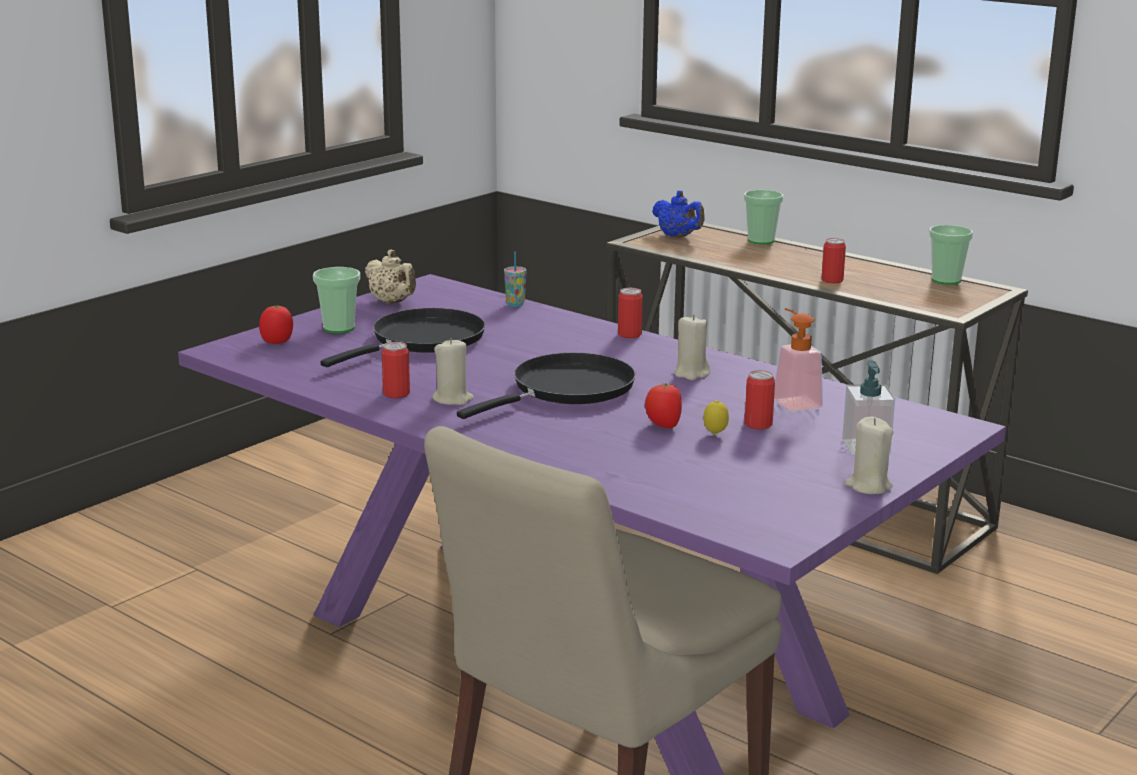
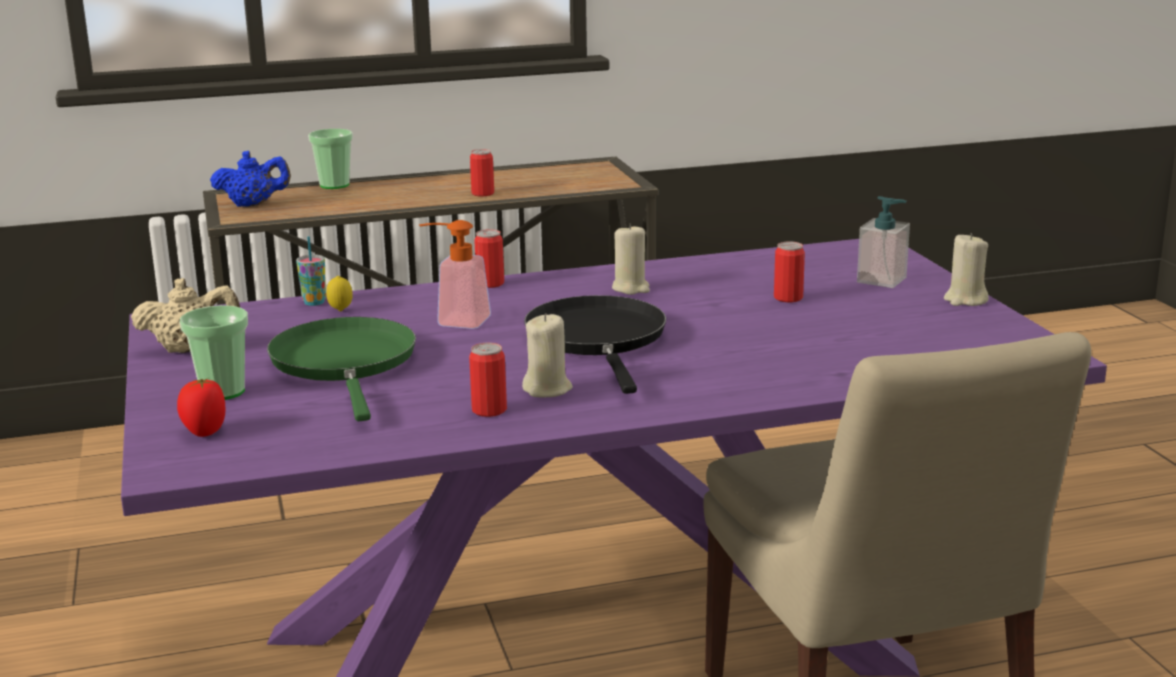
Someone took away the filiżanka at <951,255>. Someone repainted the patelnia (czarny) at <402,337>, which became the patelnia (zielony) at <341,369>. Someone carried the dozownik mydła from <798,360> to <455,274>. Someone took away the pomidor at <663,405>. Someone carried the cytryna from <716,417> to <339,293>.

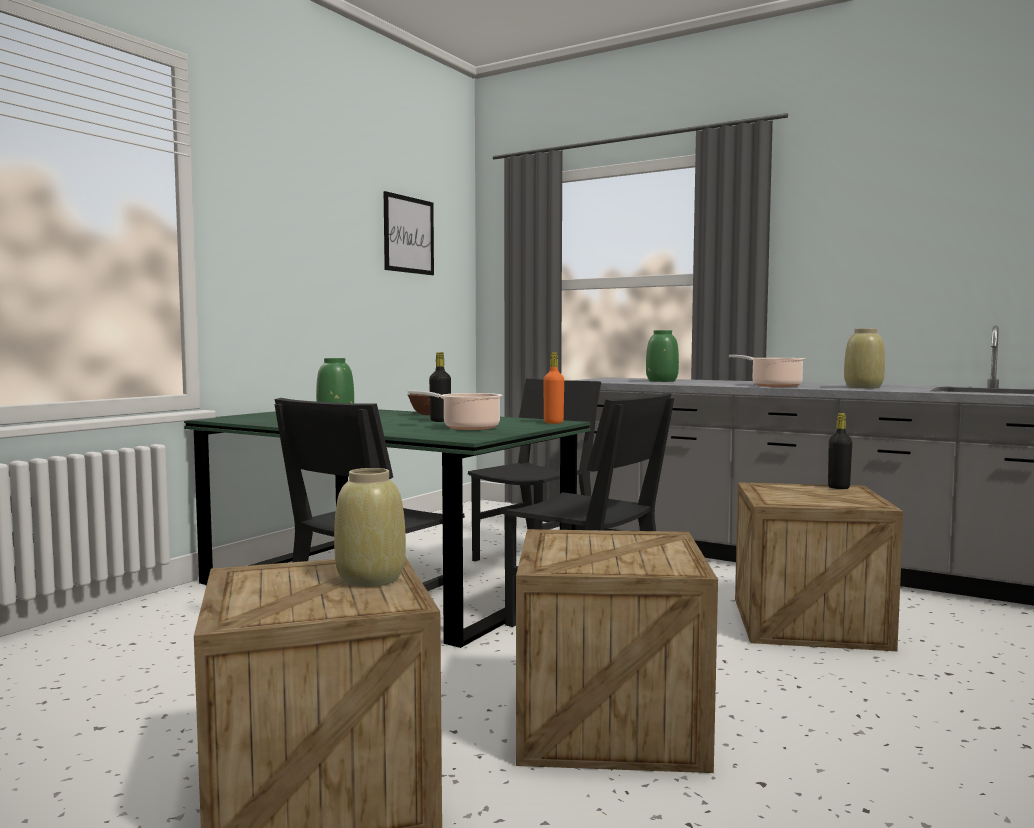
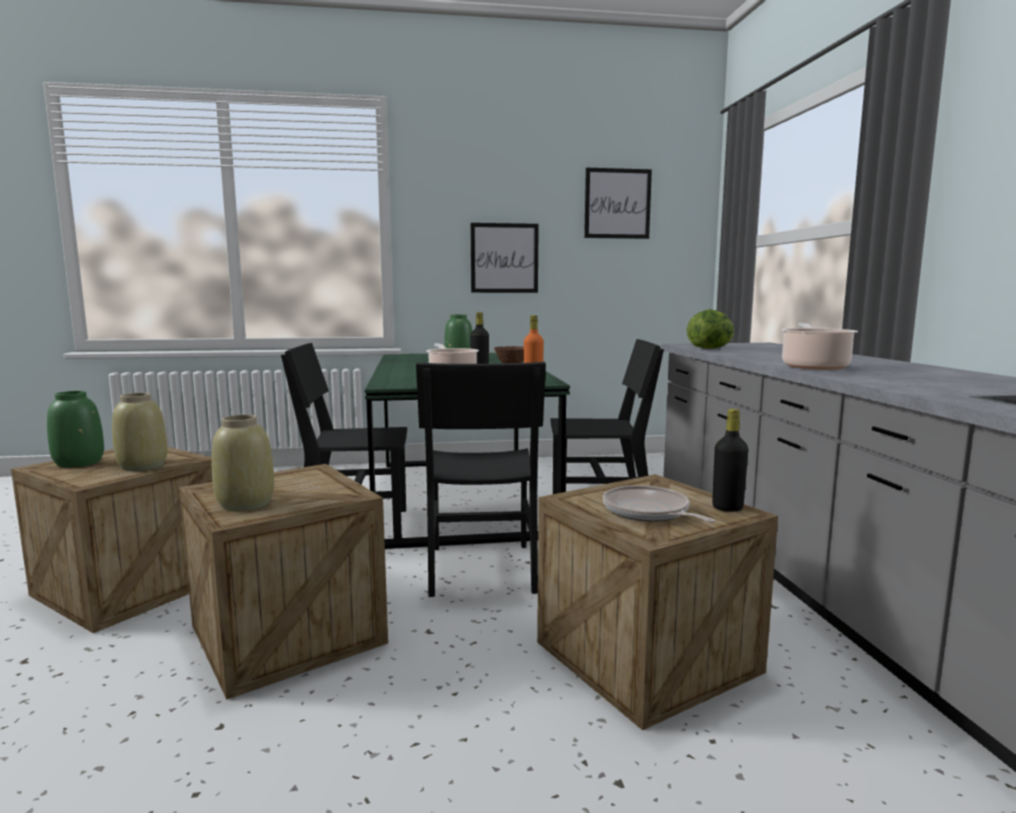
Someone carried the wazon (beżowy) from <864,358> to <243,463>. Someone carried the wazon (zielony) from <662,356> to <75,429>. Someone put up the obraz at <505,258>. Someone put down the sałata at <710,329>. Someone put down the patelnia at <659,504>.

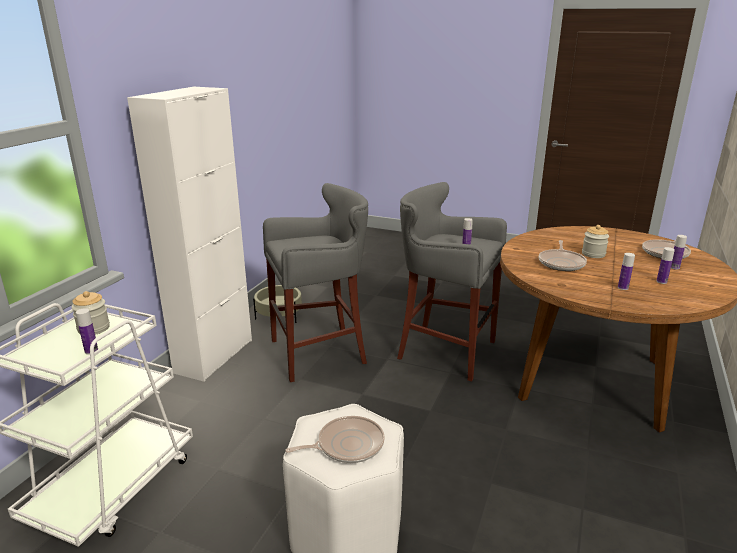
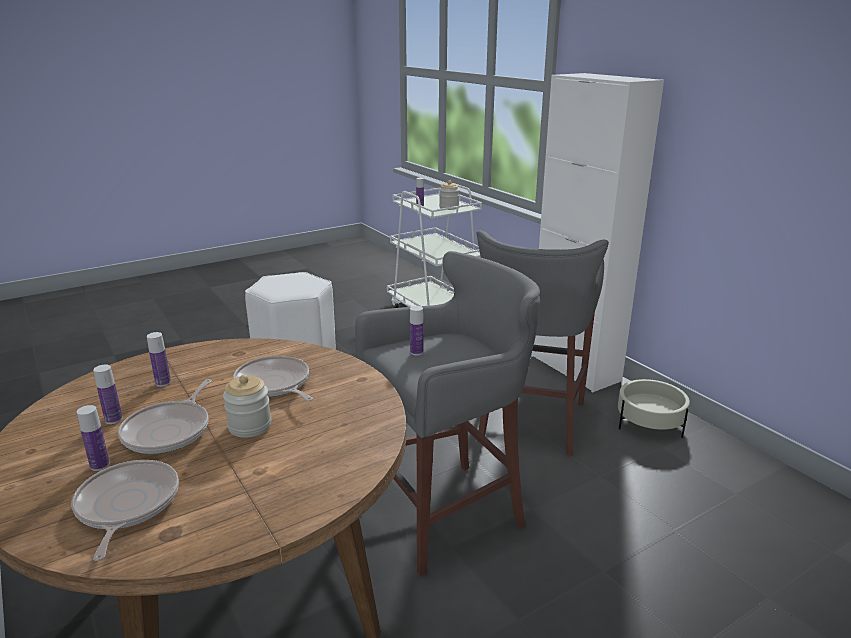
Someone carried the patelnia from <335,439> to <165,416>.

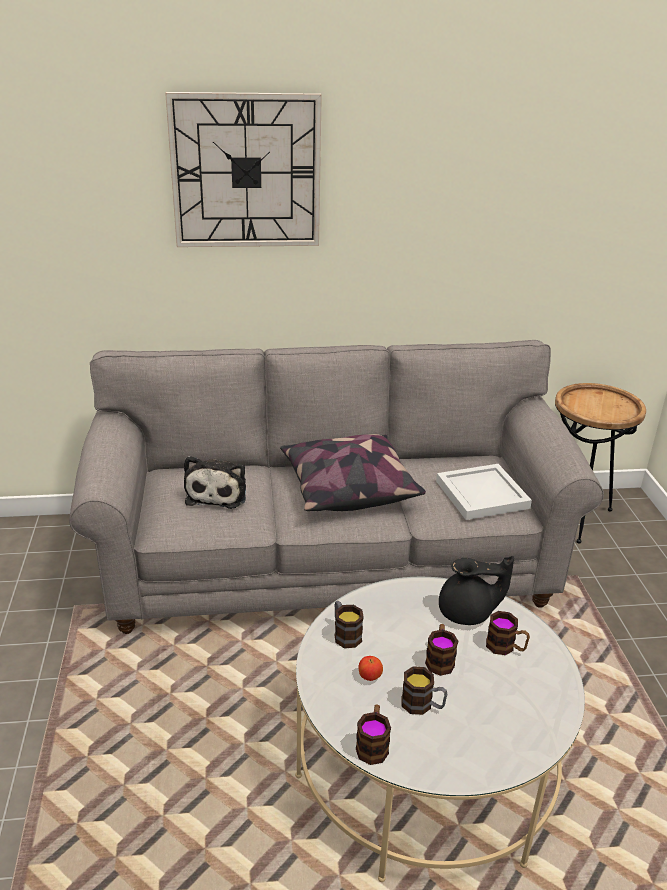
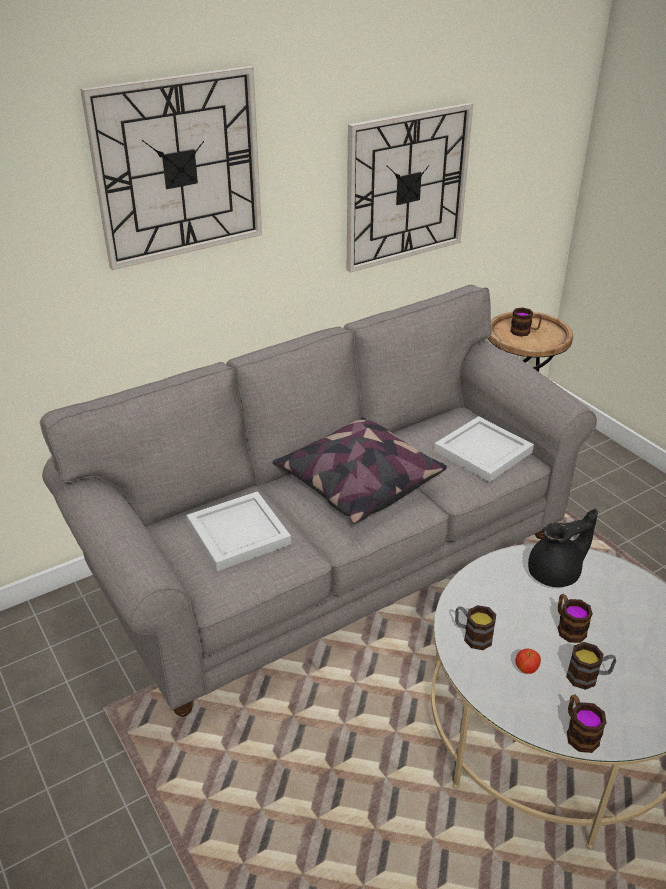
Someone swapped the pluszak at <215,482> for the taca (biały) at <239,531>. Someone carried the kubek from <508,633> to <526,322>. Someone put up the zegar ścienny at <410,188>.

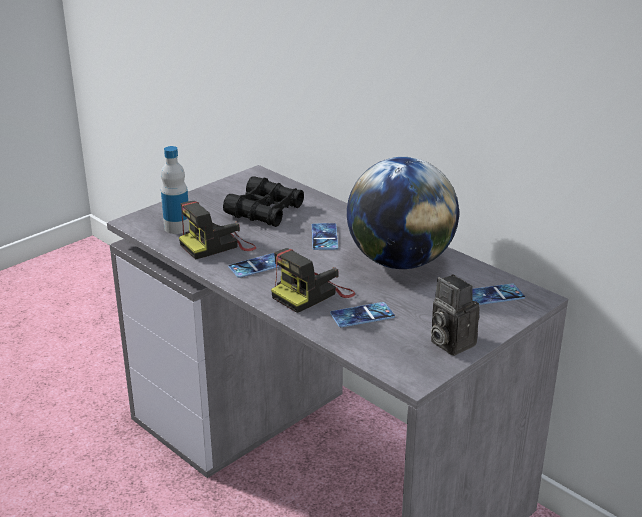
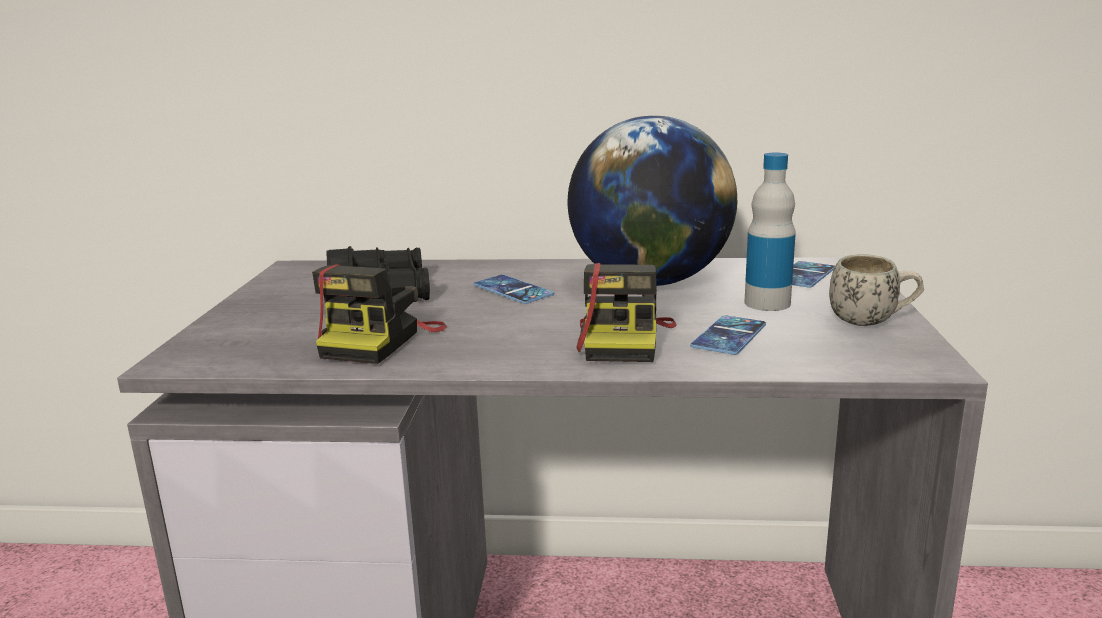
Someone carried the butelka from <175,190> to <770,232>. Someone took away the telefon at <254,265>. Someone swapped the aparat fotograficzny at <455,315> for the kubek (biały) at <876,290>.

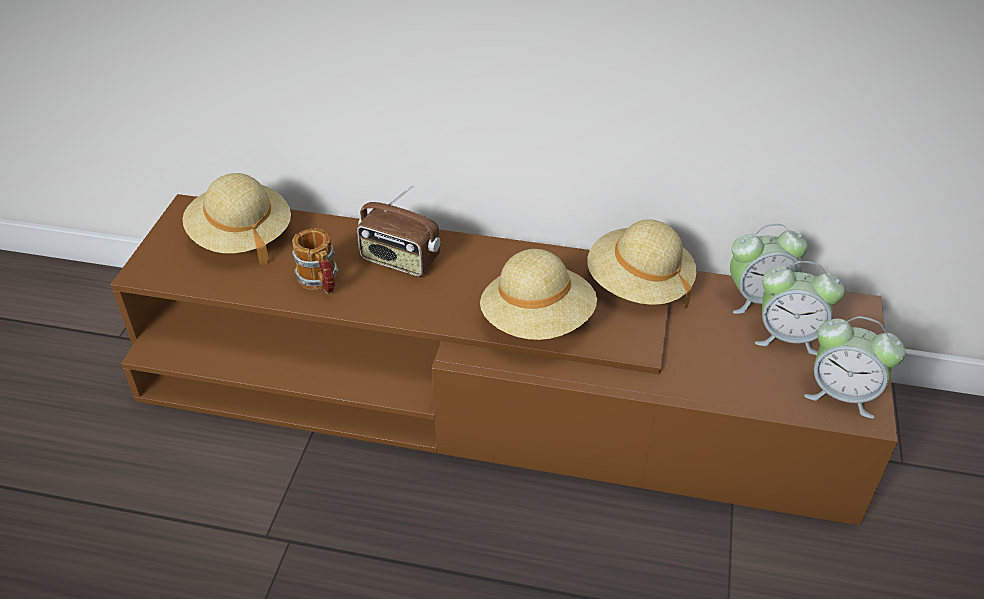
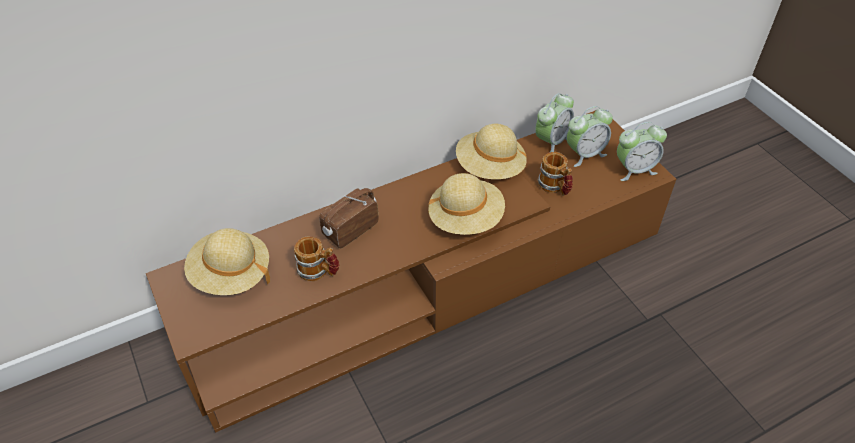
Someone rotated the radio at <398,231> by 150 degrees clockwise. Someone put down the kubek at <555,174>.

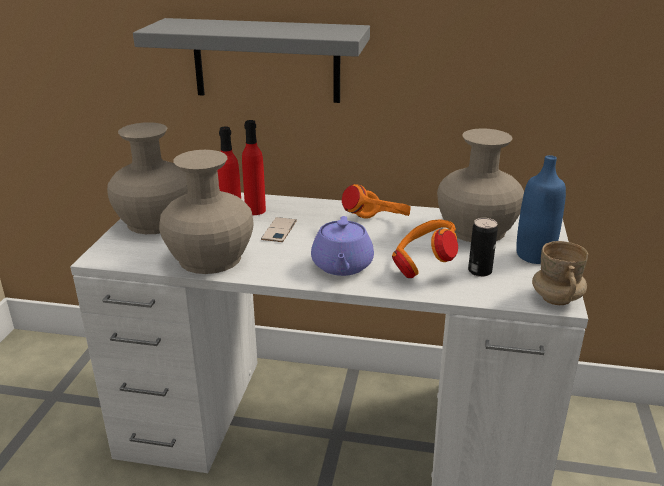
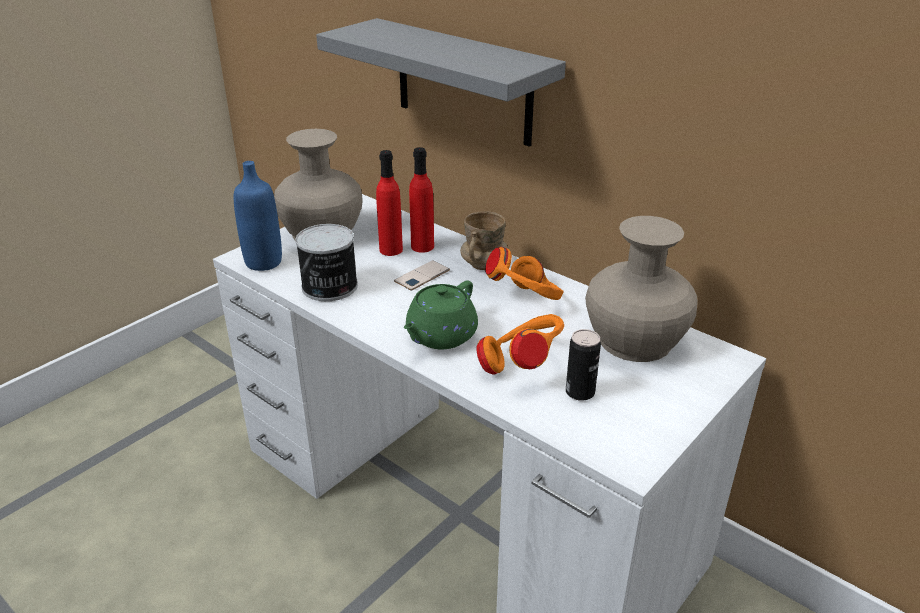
Someone swapped the wazon (beżowy) at <206,212> for the puszka at <327,262>. Someone carried the butelka (niebieski) from <541,209> to <258,216>. Someone repainted the imbryk (fioletowy) at <342,246>, which became the imbryk (zielony) at <441,315>. Someone carried the kubek (beżowy) from <560,273> to <484,240>.

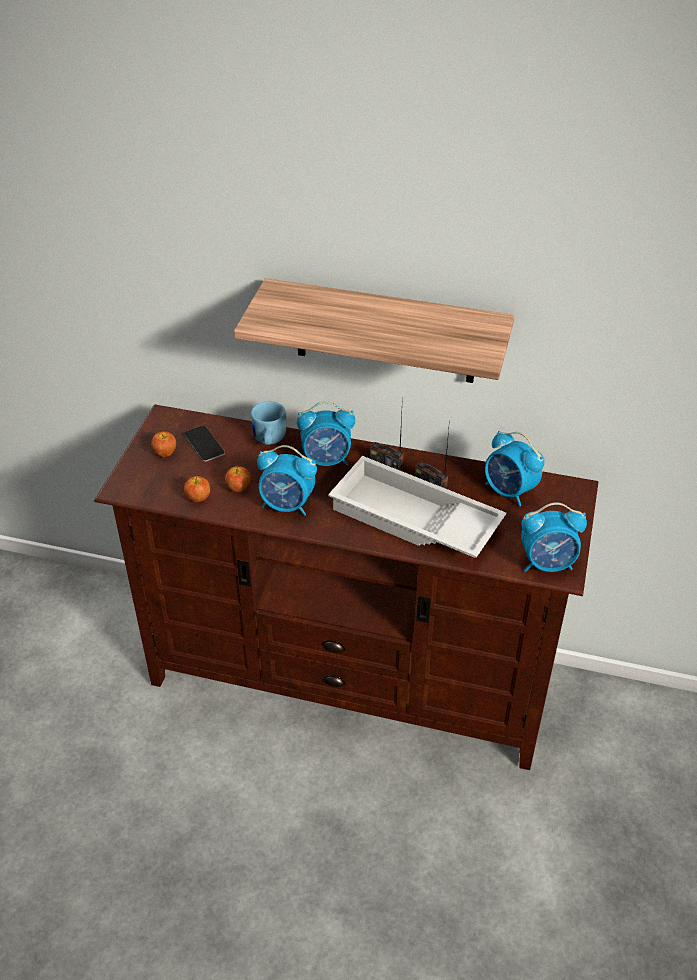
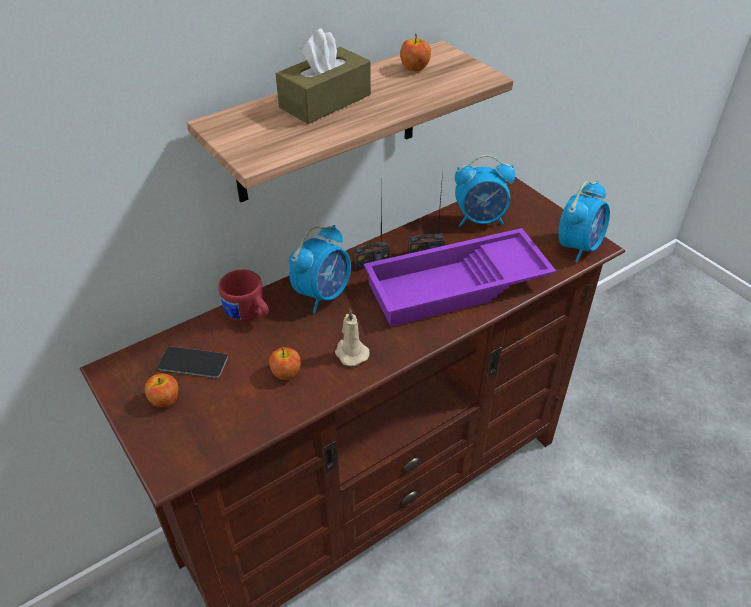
Someone repainted the kubek (niebieski) at <268,423>, which became the kubek (czerwony) at <243,295>. Someone swapped the budzik at <287,480> for the świeca (beżowy) at <352,337>. Someone repainted the taca (biały) at <417,506>, which became the taca (fioletowy) at <460,277>. Someone carried the jabłko from <197,489> to <415,52>. Someone put down the pudełko chusteczek (brązowy) at <323,76>.

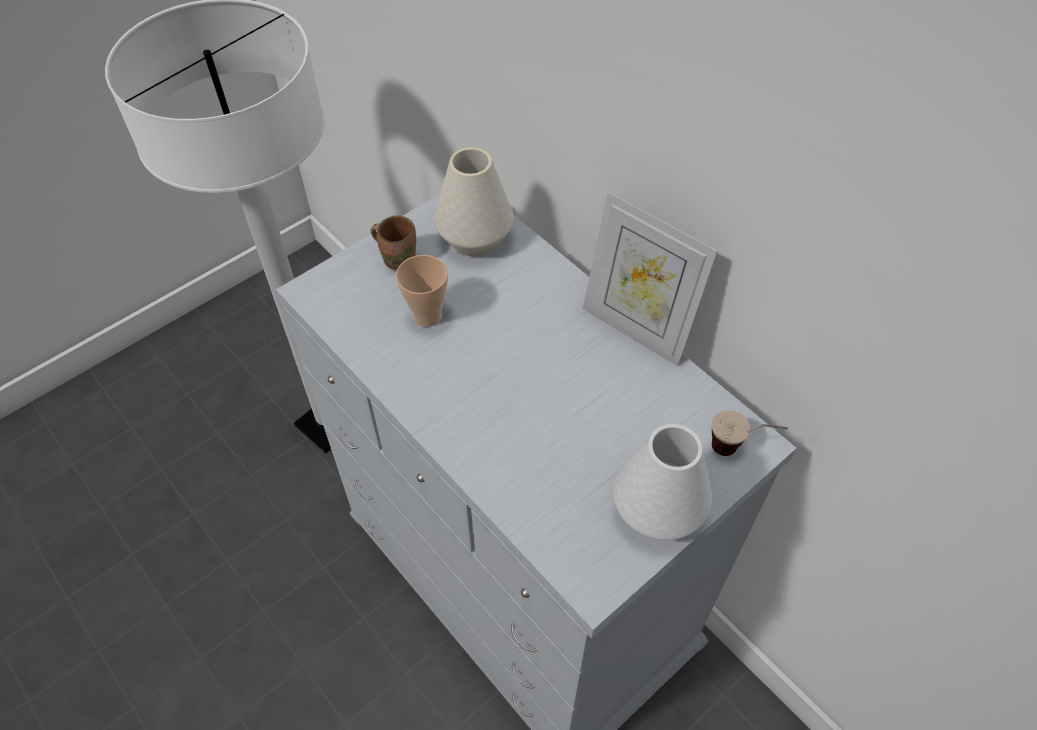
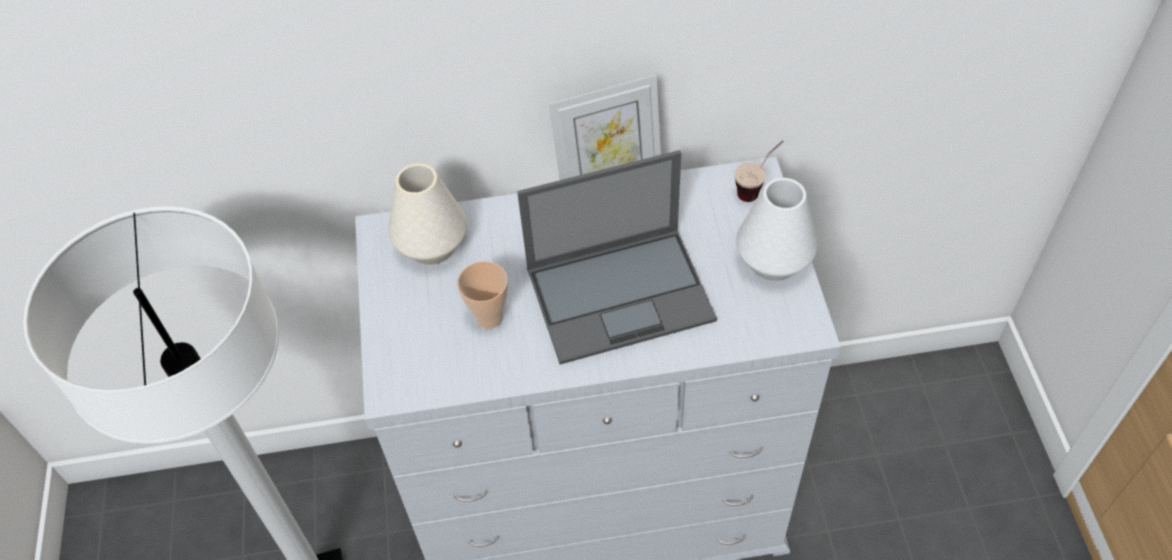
Someone took away the kubek (brązowy) at <393,242>. Someone put down the laptop at <617,257>.

